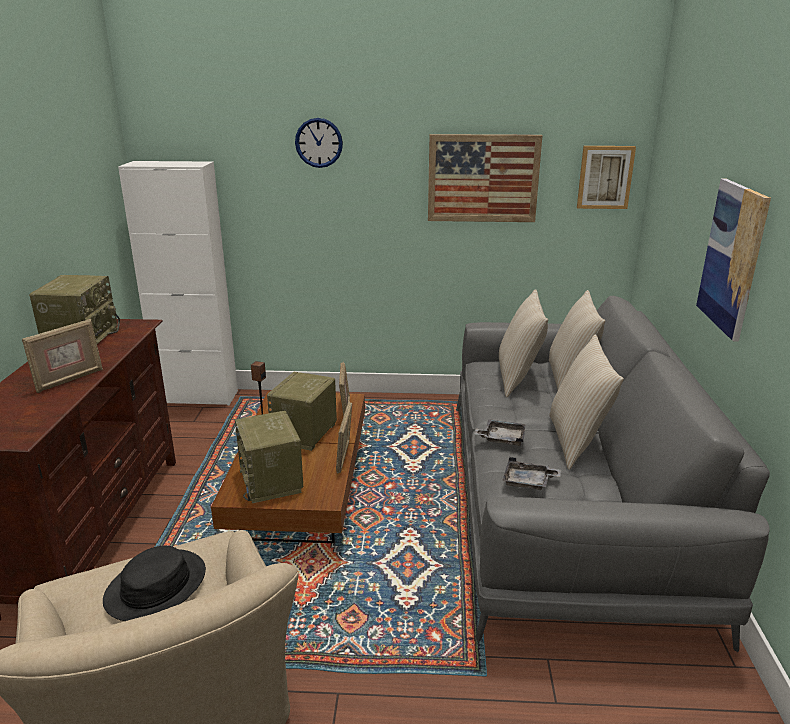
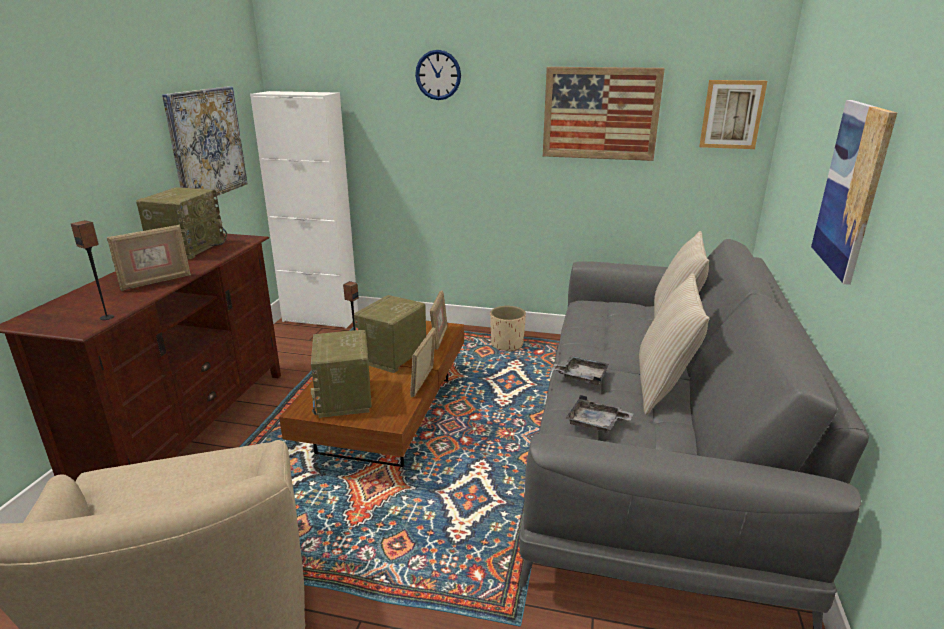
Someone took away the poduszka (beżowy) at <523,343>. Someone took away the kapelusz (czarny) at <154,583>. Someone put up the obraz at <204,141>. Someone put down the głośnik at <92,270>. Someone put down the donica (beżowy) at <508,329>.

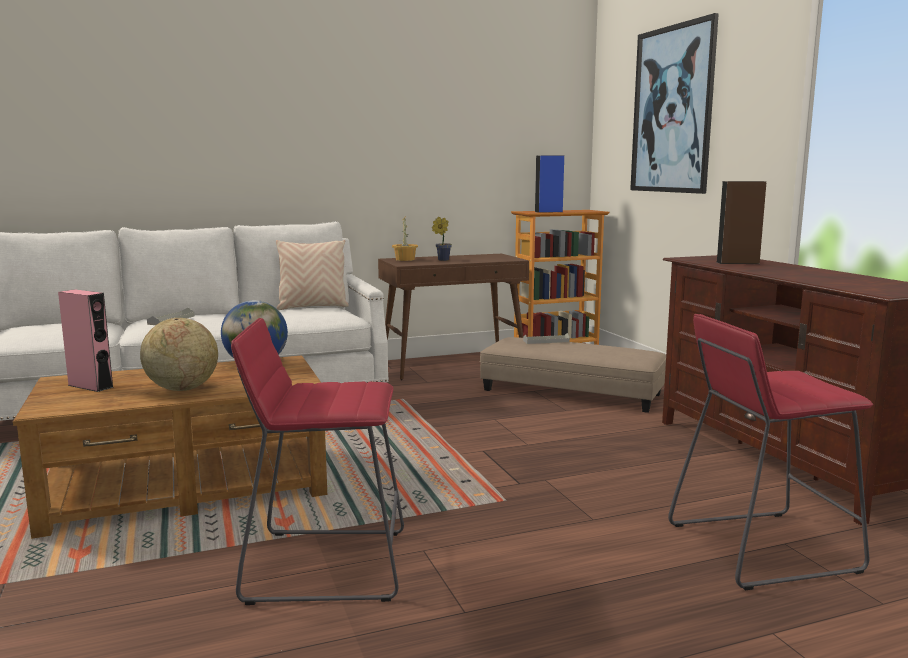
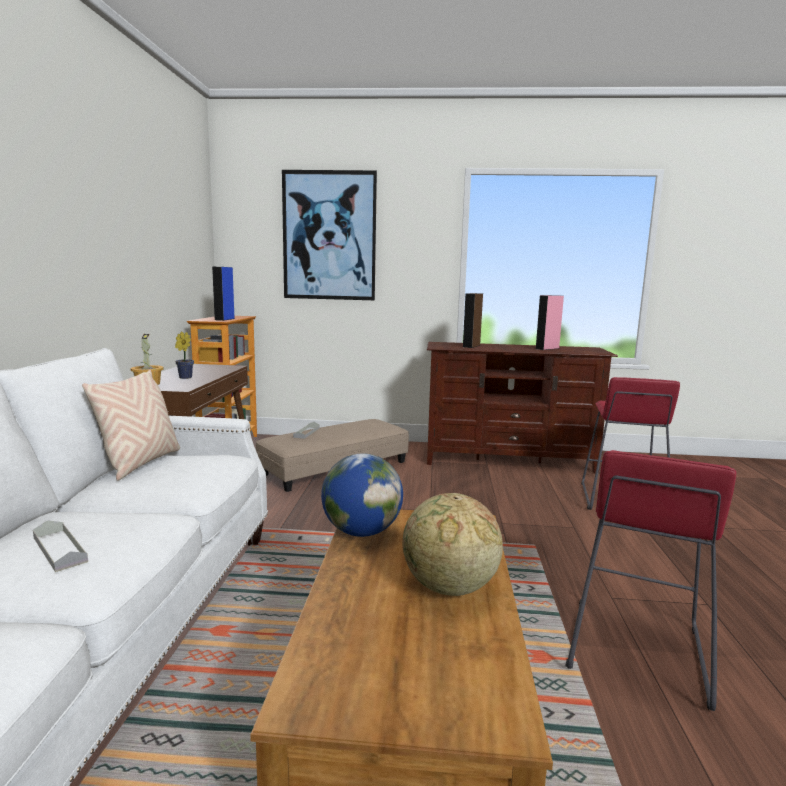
Someone carried the głośnik (różowy) from <85,340> to <550,322>.

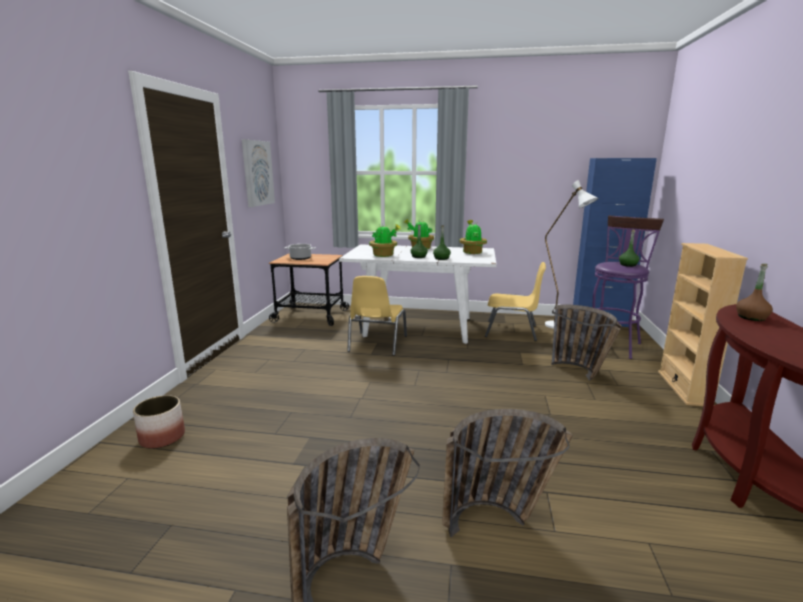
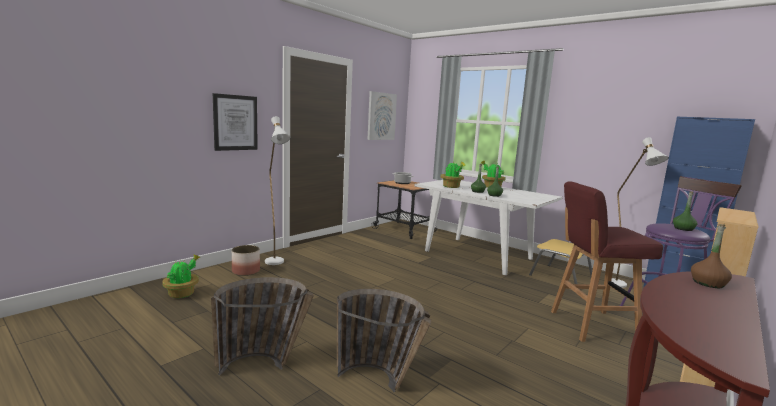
Someone carried the roślina doniczkowa from <473,237> to <181,276>. Someone took away the krzesło (żółty) at <377,316>. Someone swapped the koszyk at <586,343> for the stołek (czerwony) at <607,261>. Someone put up the obraz at <235,122>. Someone put down the lampa stojąca (biały) at <278,190>.

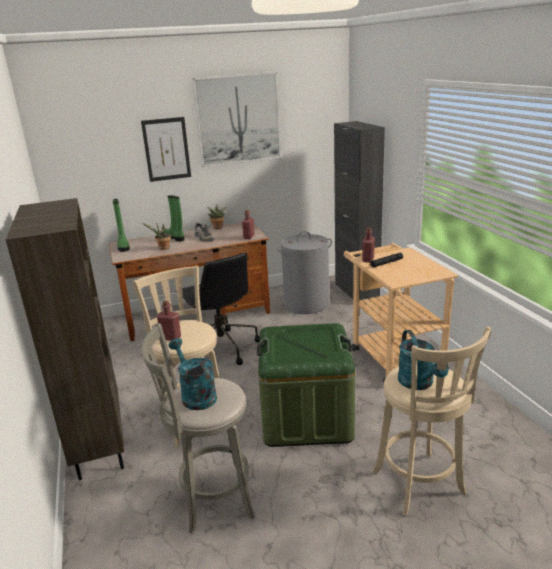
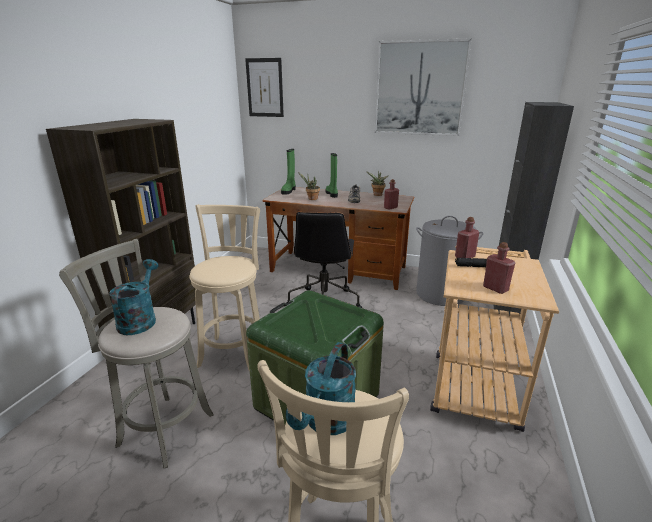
Someone carried the obraz from <166,149> to <264,87>. Someone carried the butelka (czerwony) from <169,321> to <499,268>.

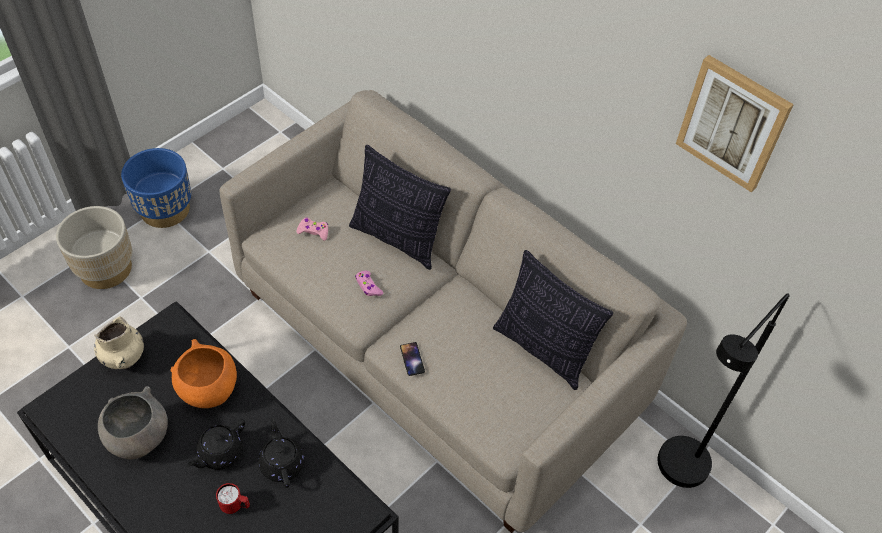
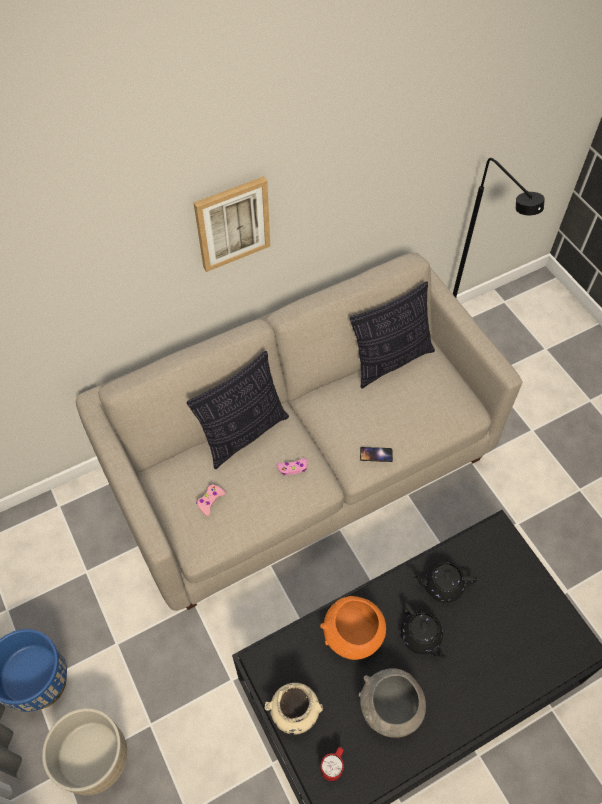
Someone carried the obraz from <735,123> to <232,224>. Someone carried the kubek (czerwony) from <233,498> to <332,764>.

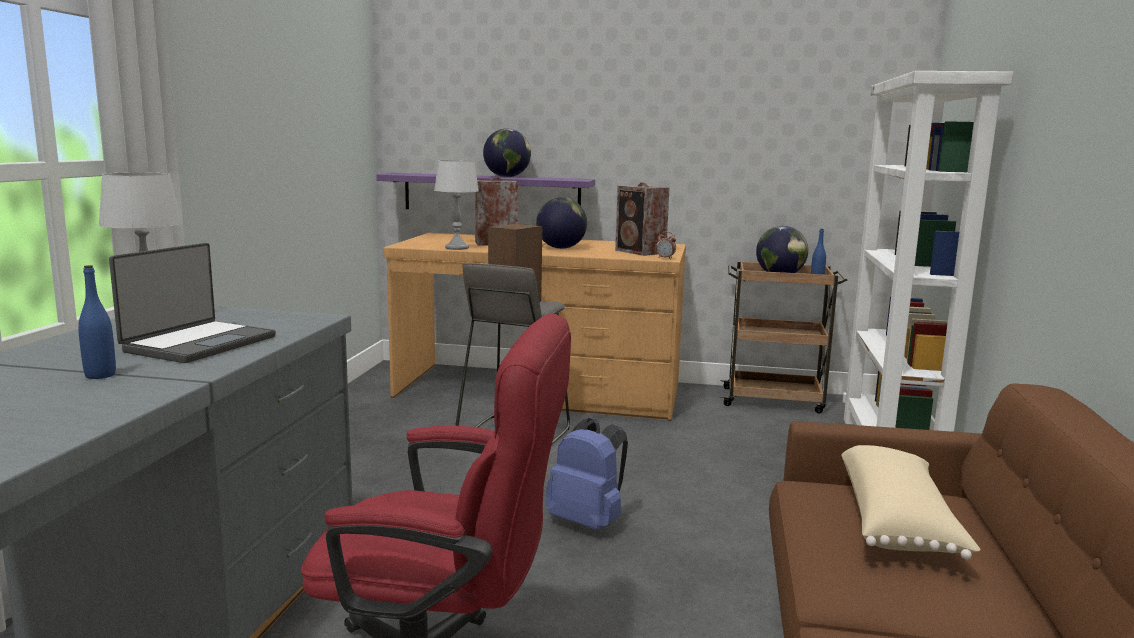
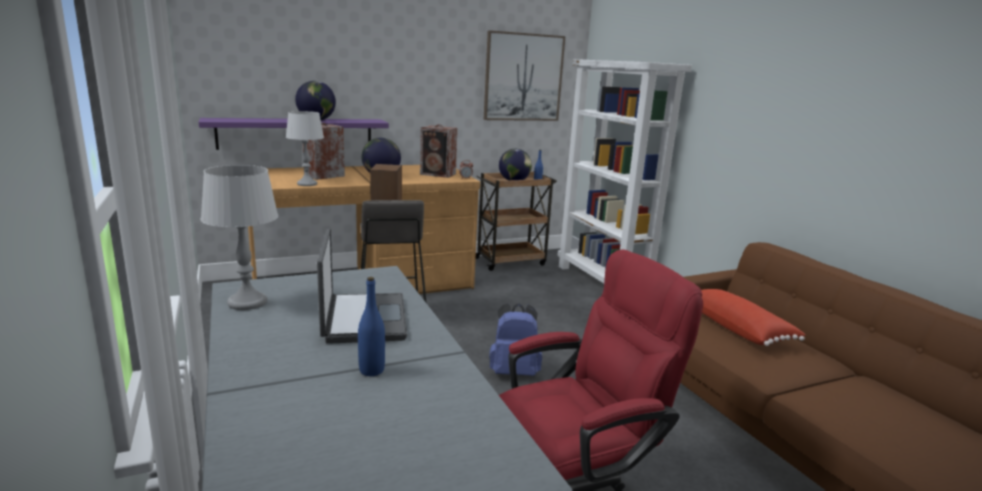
Someone repainted the poduszka (beżowy) at <911,502>, which became the poduszka (czerwony) at <753,317>. Someone put up the obraz at <524,75>.

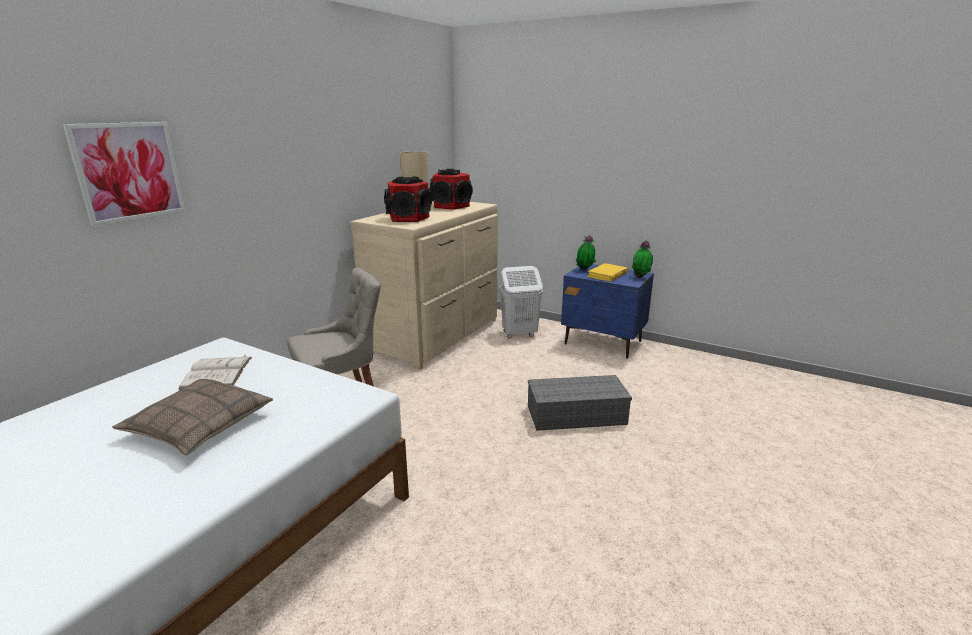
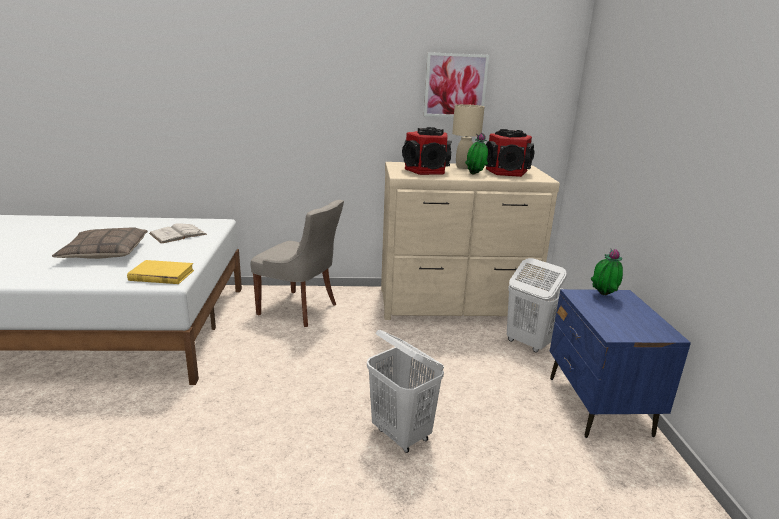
Someone carried the obraz from <124,174> to <456,84>. Someone carried the roślina doniczkowa from <642,259> to <476,153>. Someone carried the książka (żółty) from <607,272> to <160,272>. Someone swapped the pojemnik do przechowywania (szary) at <580,403> for the kosz na pranie (biały) at <405,391>.

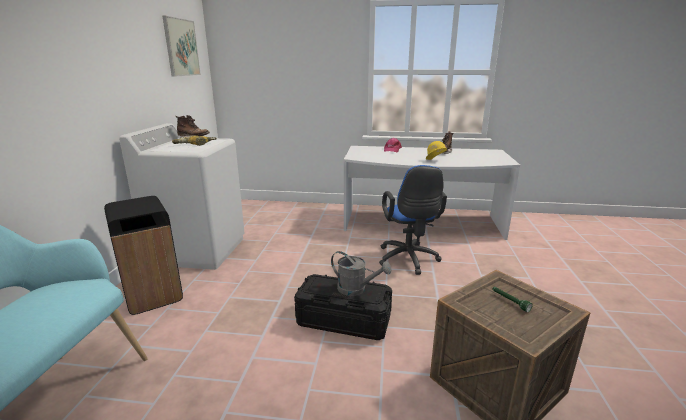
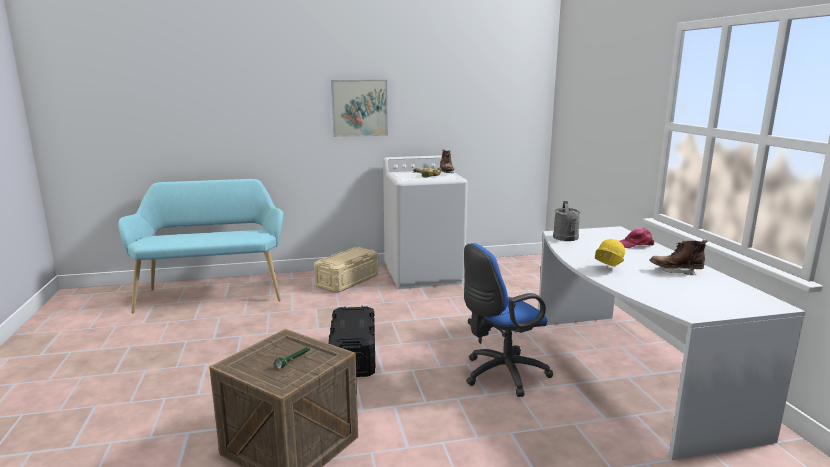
Someone carried the obraz from <181,46> to <359,108>. Someone swapped the kosz na śmieci (czarny) at <143,255> for the pojemnik do przechowywania (beżowy) at <346,270>. Someone carried the konewka (szary) from <361,273> to <566,221>.

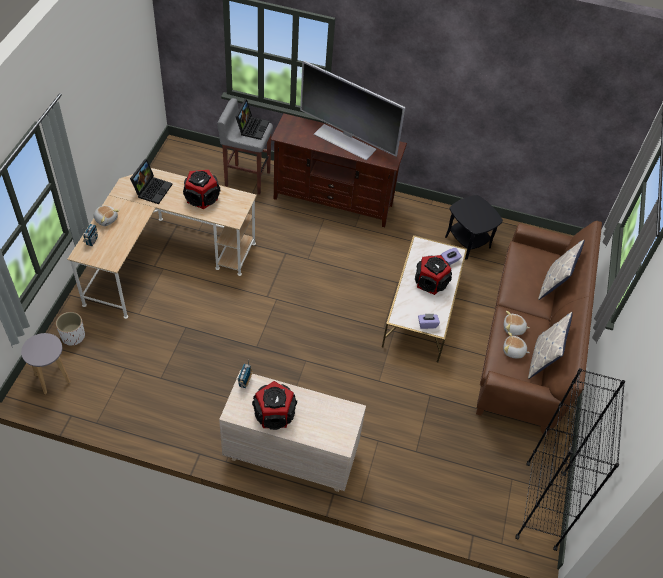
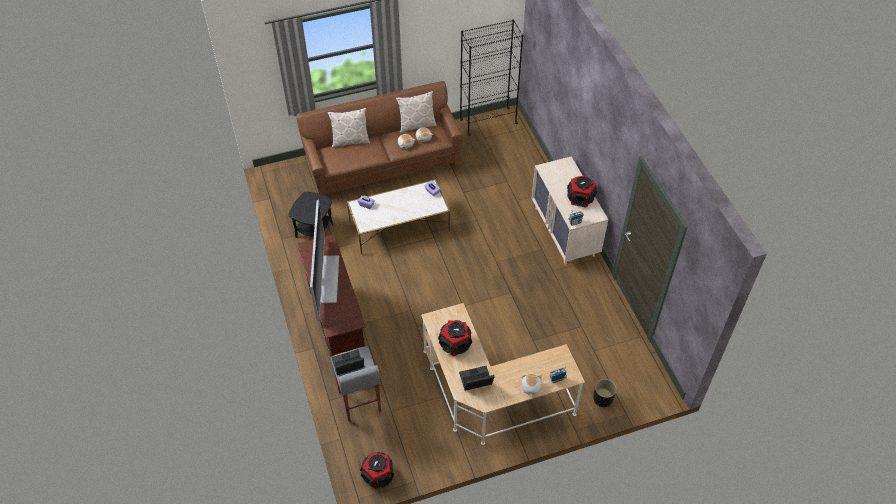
Someone carried the głośnik from <433,275> to <377,470>. Someone repainted the donica (biały) at <70,329>, which became the donica (czarny) at <605,393>. Someone took away the stołek (szary) at <46,363>.

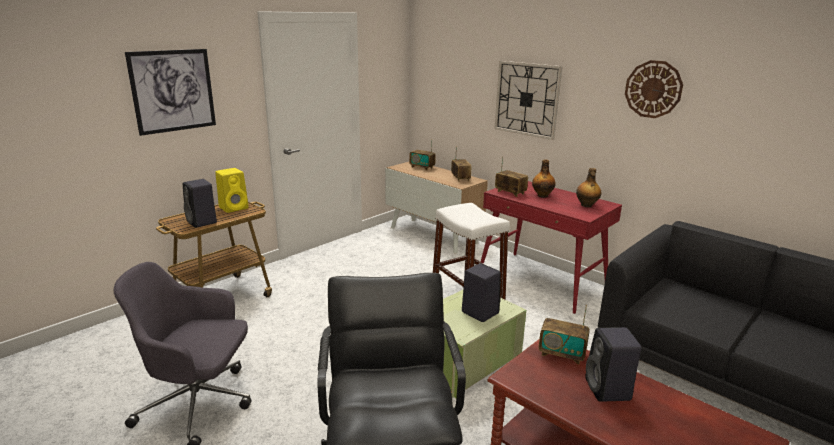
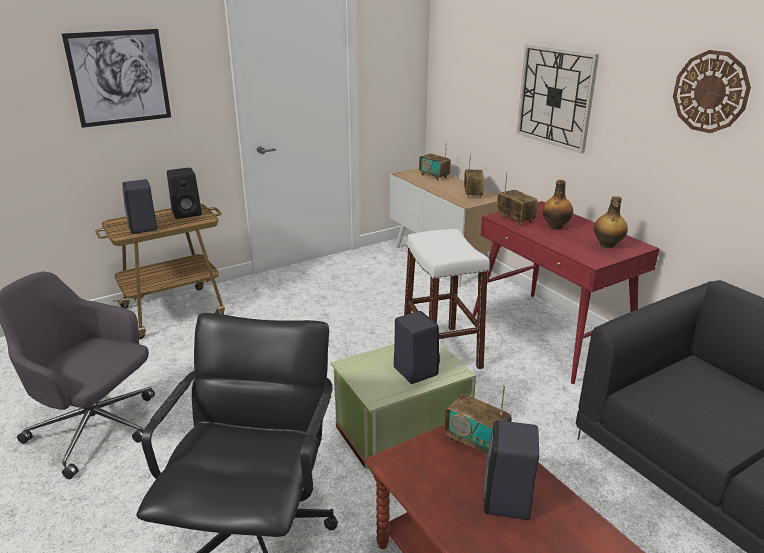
Someone repainted the głośnik (żółty) at <232,190>, which became the głośnik (czarny) at <184,193>.

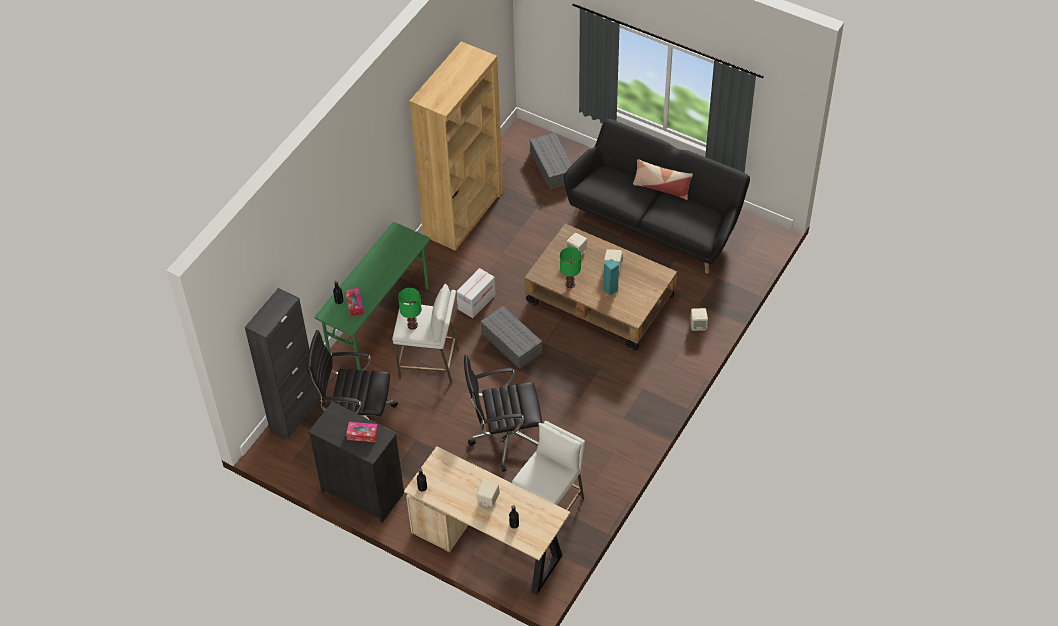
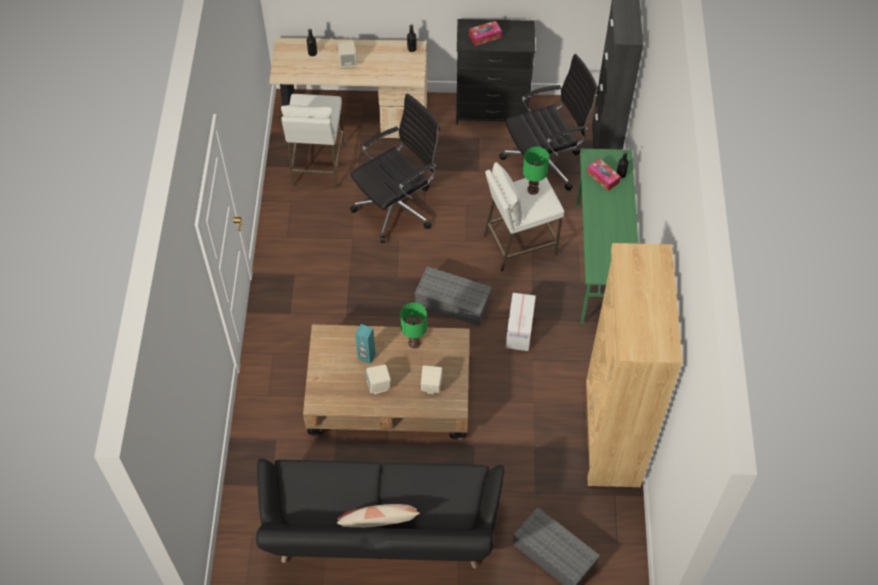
Someone took away the głośnik (beżowy) at <699,319>.

